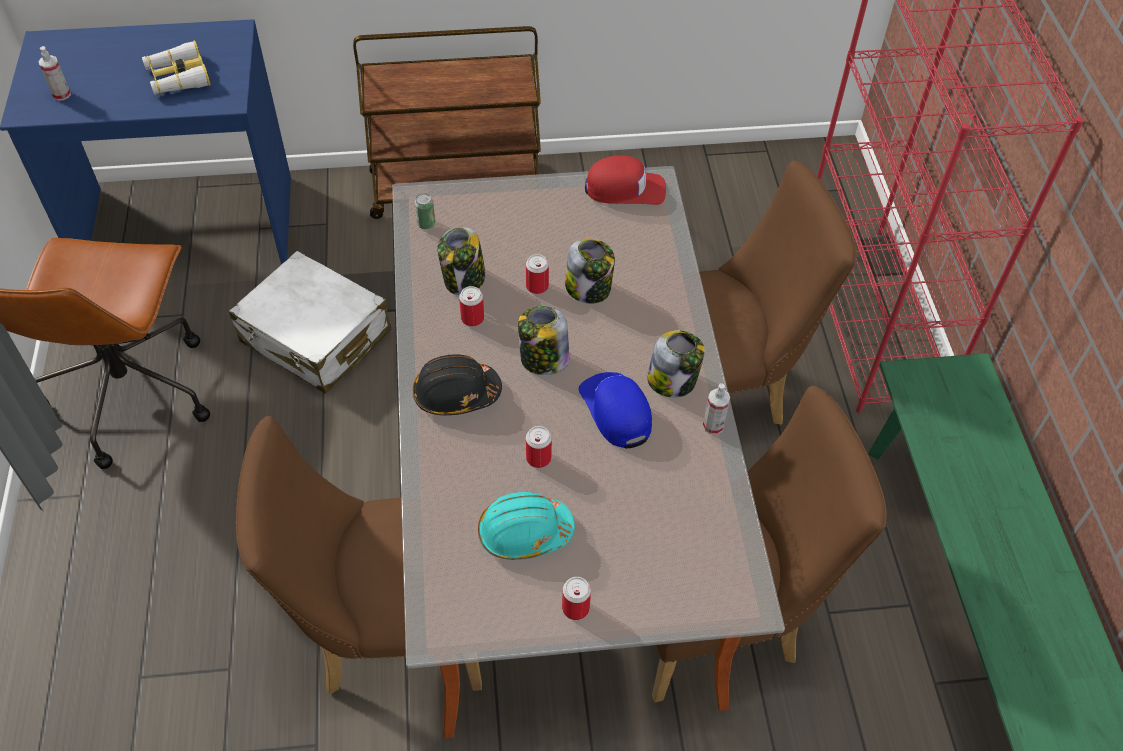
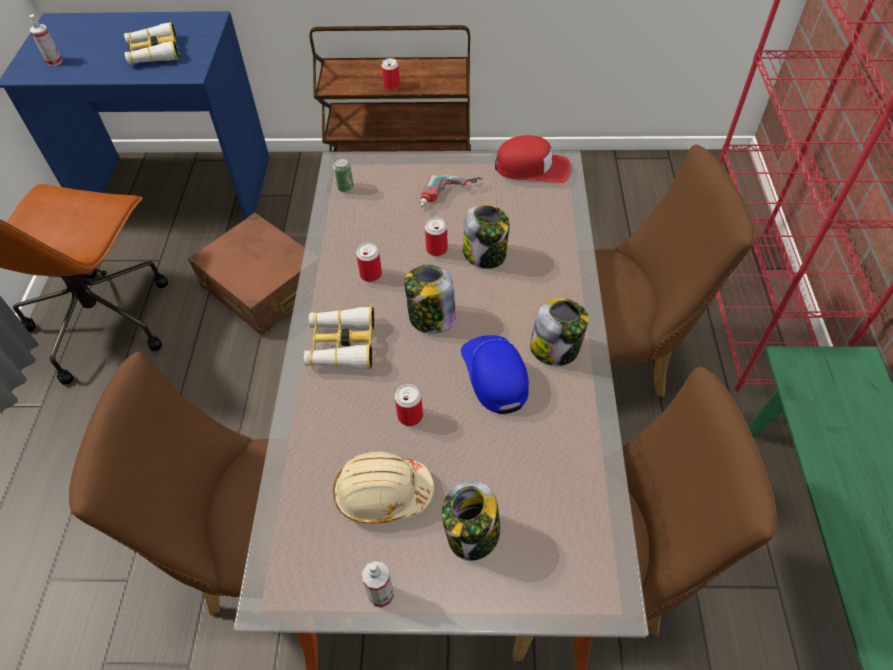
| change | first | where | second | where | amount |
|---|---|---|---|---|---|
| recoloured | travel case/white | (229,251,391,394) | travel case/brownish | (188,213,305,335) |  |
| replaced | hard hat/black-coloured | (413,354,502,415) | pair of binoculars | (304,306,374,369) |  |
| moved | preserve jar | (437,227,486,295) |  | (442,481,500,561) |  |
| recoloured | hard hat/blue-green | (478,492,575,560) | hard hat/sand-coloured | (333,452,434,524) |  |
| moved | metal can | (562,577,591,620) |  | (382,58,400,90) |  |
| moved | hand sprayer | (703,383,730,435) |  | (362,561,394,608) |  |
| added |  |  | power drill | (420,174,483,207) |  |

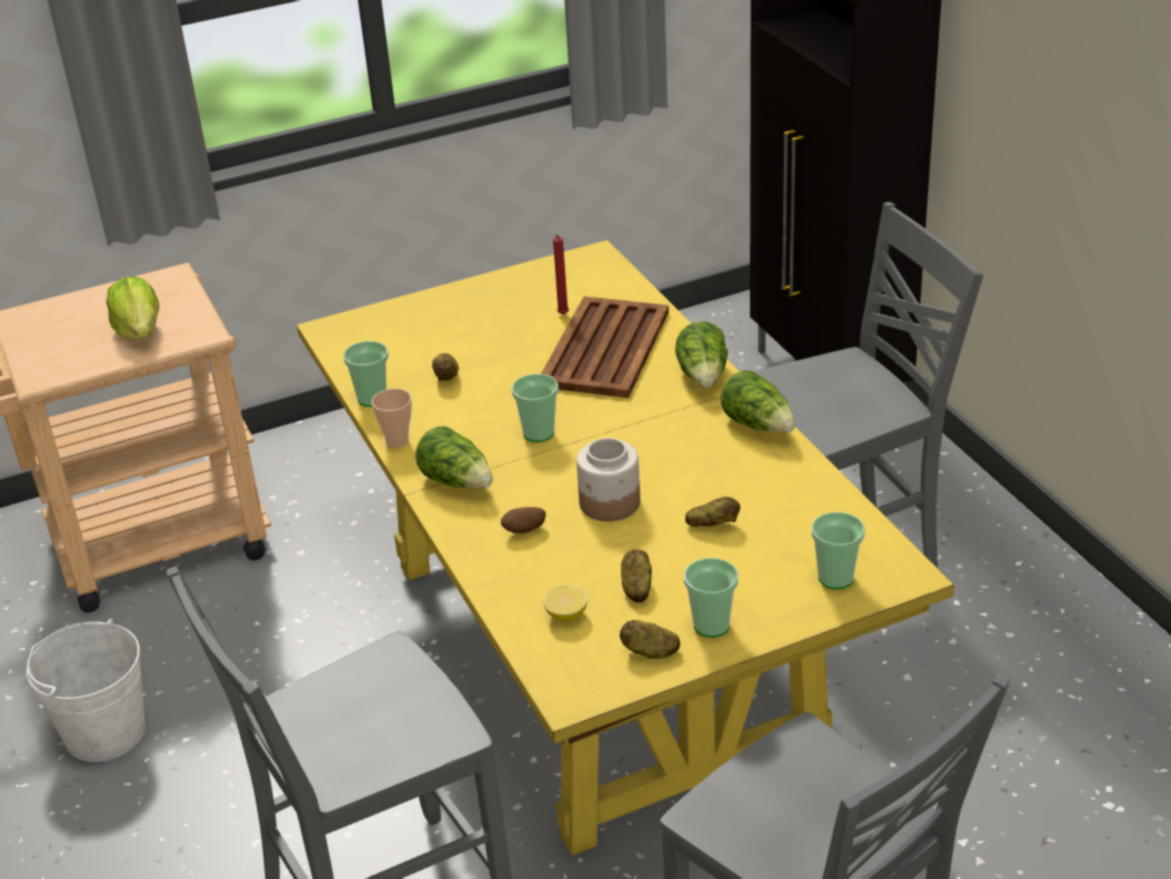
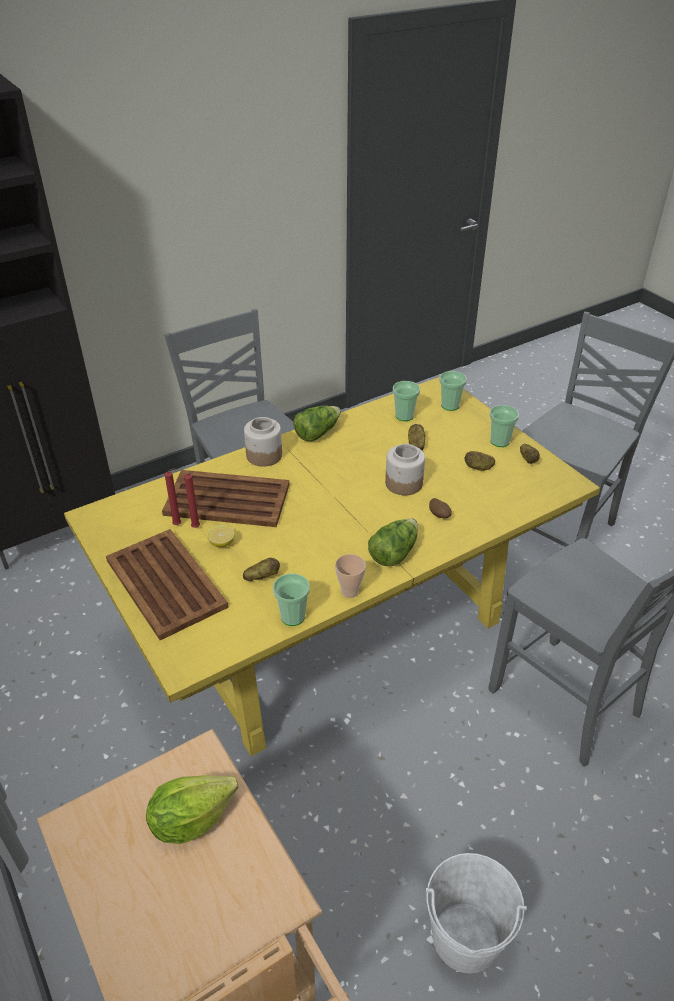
| change | first | where | second | where | amount |
|---|---|---|---|---|---|
| moved | cup | (511,374,559,442) |  | (393,381,420,421) |  |
| moved | lemon | (544,586,587,621) |  | (207,525,235,547) |  |
| replaced | head of lettuce | (675,322,728,387) | preserve jar | (244,417,282,467) |  |
| added |  |  | tray/brownish | (106,529,229,640) |  |
| added |  |  | wax light/reddish | (184,472,200,528) |  |

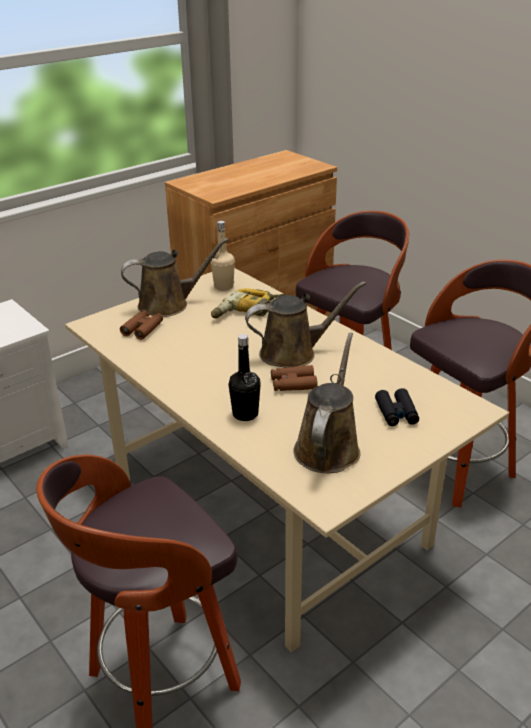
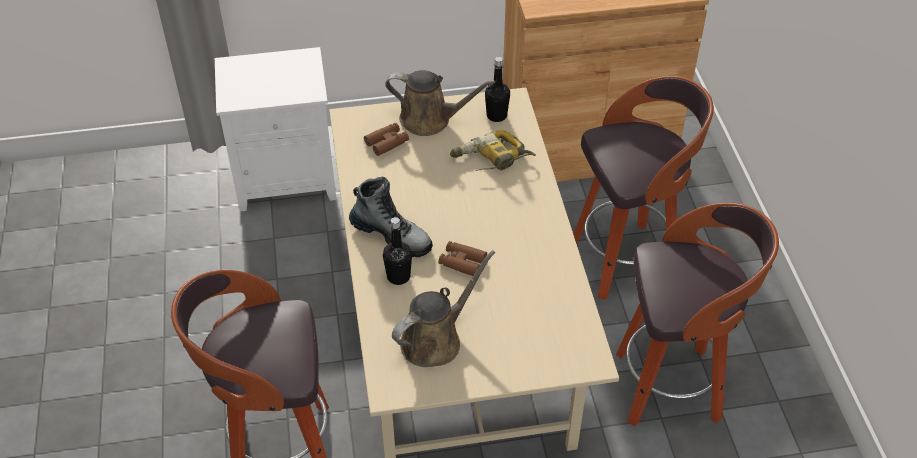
| change | first | where | second | where | amount |
|---|---|---|---|---|---|
| recoloured | drink bottle/sand-coloured | (211,221,235,291) | drink bottle/black-coloured | (485,57,510,122) |  |
| removed | sprinkling can/brownish | (245,281,366,368) |  |  |  |
| removed | pair of binoculars/black-coloured | (375,388,419,426) |  |  |  |
| added |  |  | high-top boot | (349,177,433,258) |  |

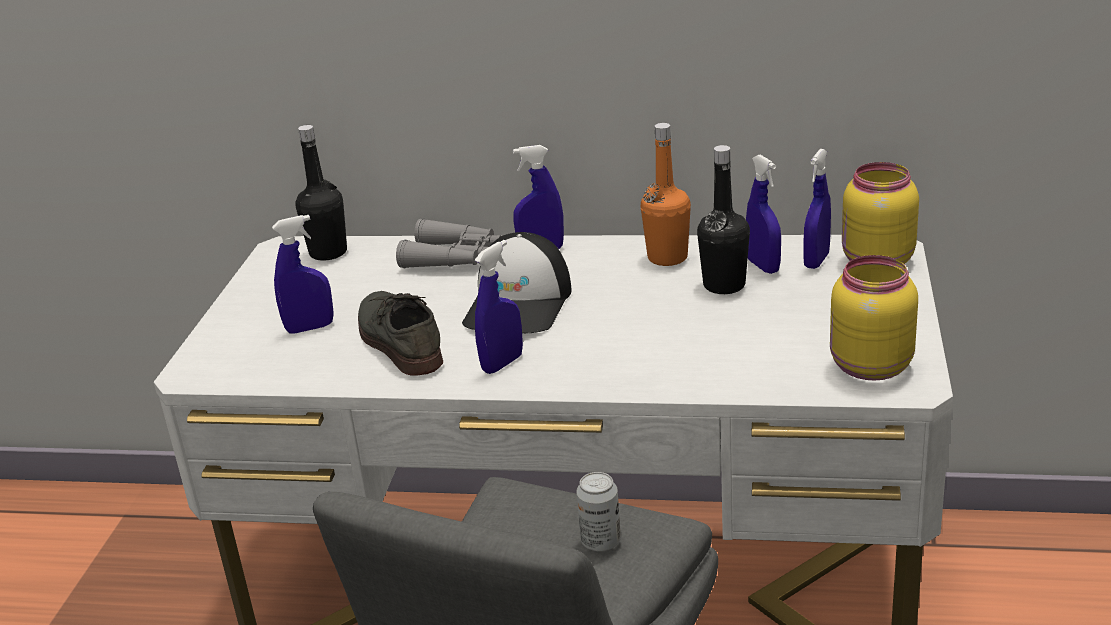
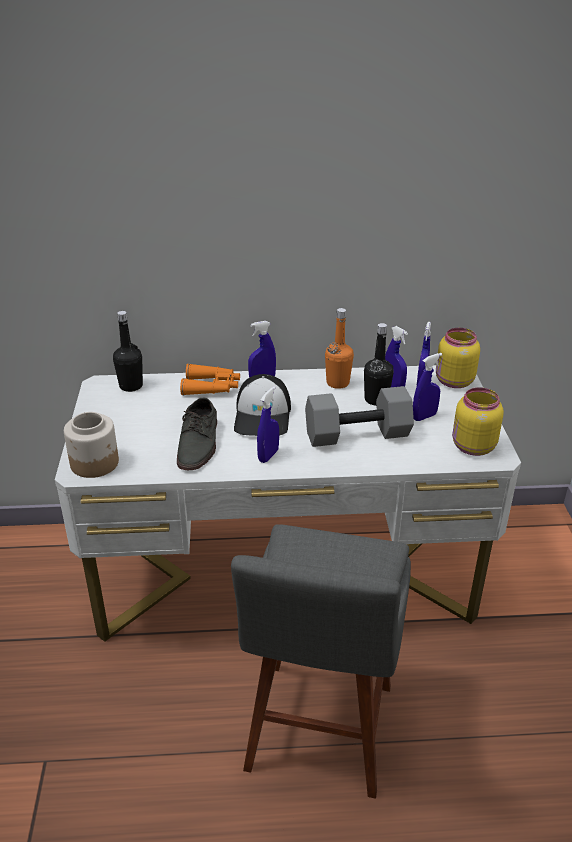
| change | first | where | second | where | amount |
|---|---|---|---|---|---|
| moved | hand sprayer/bluish | (272,215,334,334) |  | (413,353,442,421) |  |
| turned | low shoe/grey | (358,291,443,376) |  | (177,398,217,470) | 135 degrees counterclockwise |
| recoloured | pair of binoculars/grey | (396,218,501,268) | pair of binoculars/orange | (180,363,240,395) |  |
| removed | metal can | (576,472,621,552) |  |  |  |
| added |  |  | preserve jar | (64,412,119,478) |  |
| added |  |  | free weight/grey | (305,386,414,447) |  |

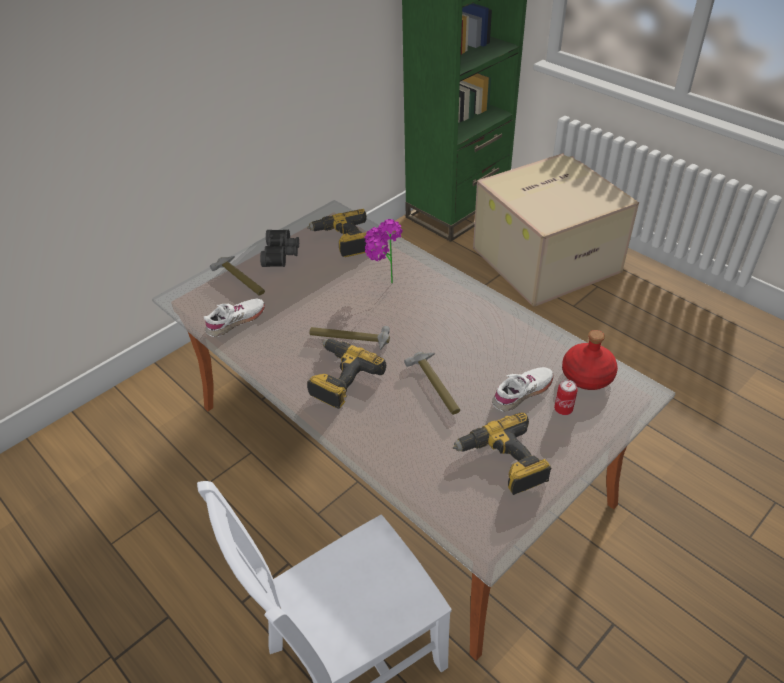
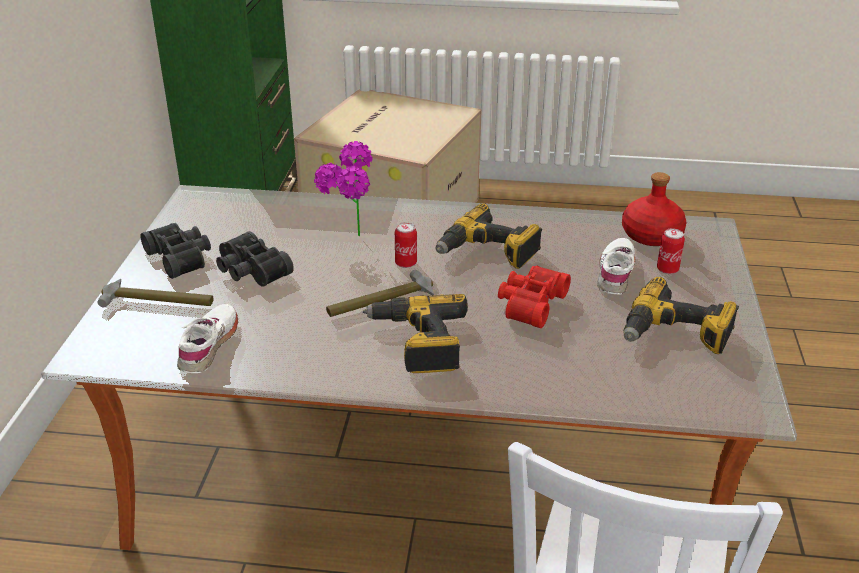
| change | first | where | second | where | amount |
|---|---|---|---|---|---|
| moved | power drill | (307,209,367,257) |  | (436,203,542,269) |  |
| replaced | tool hammer | (404,352,460,415) | pair of binoculars/reddish | (498,266,571,328) |  |
| added |  |  | pair of binoculars/black-coloured | (216,231,294,287) |  |
| added |  |  | metal can | (395,222,417,268) |  |

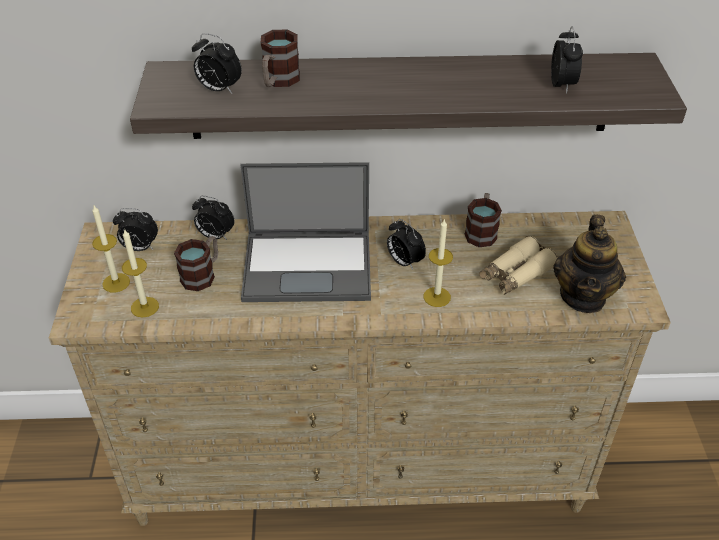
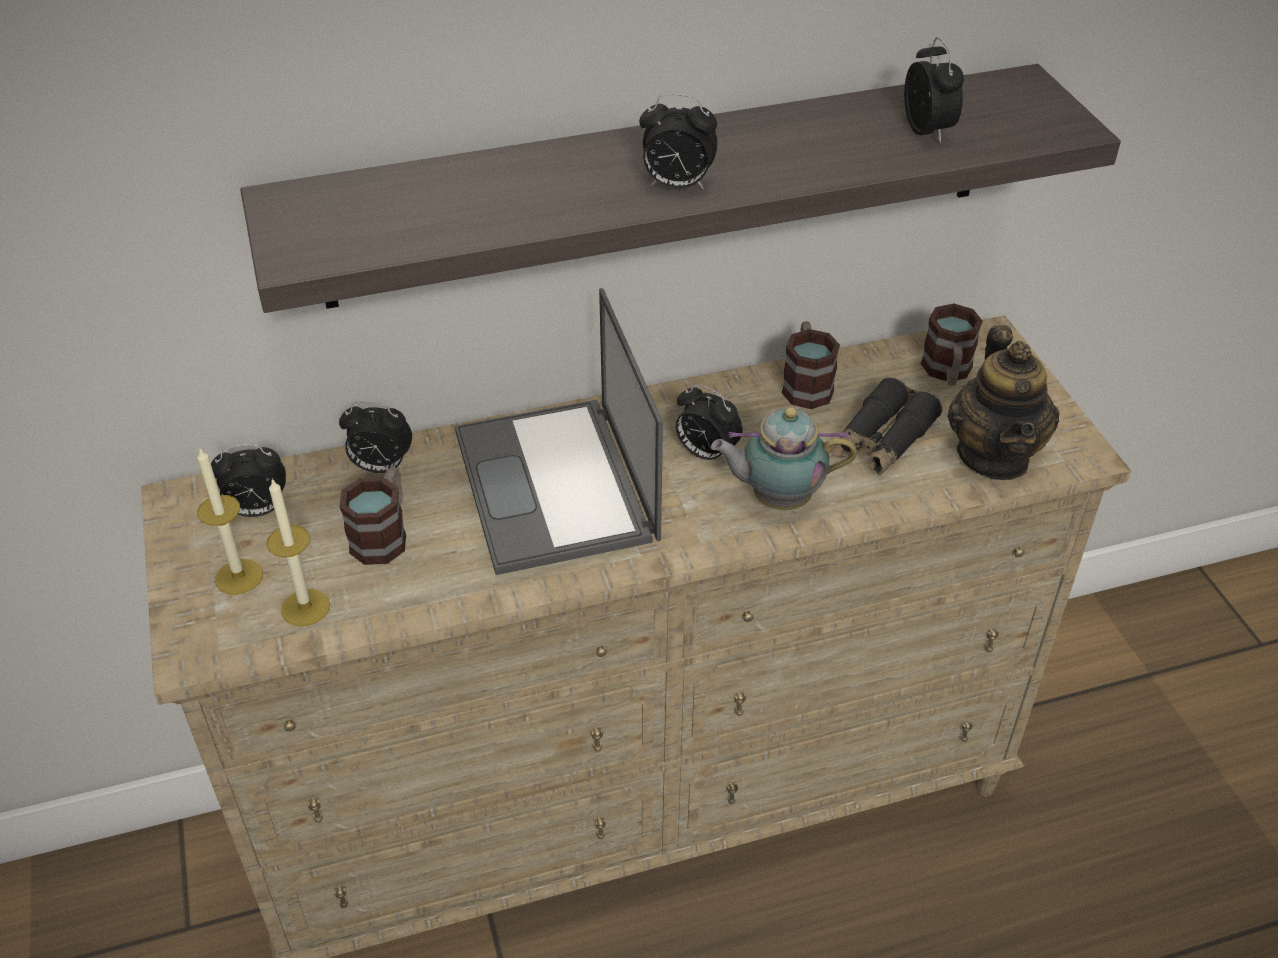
| change | first | where | second | where | amount |
|---|---|---|---|---|---|
| moved | bedside clock | (192,33,242,94) |  | (639,94,718,189) |  |
| turned | portable computer | (241,162,371,302) |  | (455,288,663,575) | 90 degrees clockwise |
| moved | mug | (261,30,300,87) |  | (921,304,983,386) |  |
| replaced | wax light | (424,218,453,307) | teapot | (711,407,857,510) |  |
| recoloured | pair of binoculars/sand-coloured | (479,236,558,295) | pair of binoculars/black-coloured | (832,377,943,476) |  |

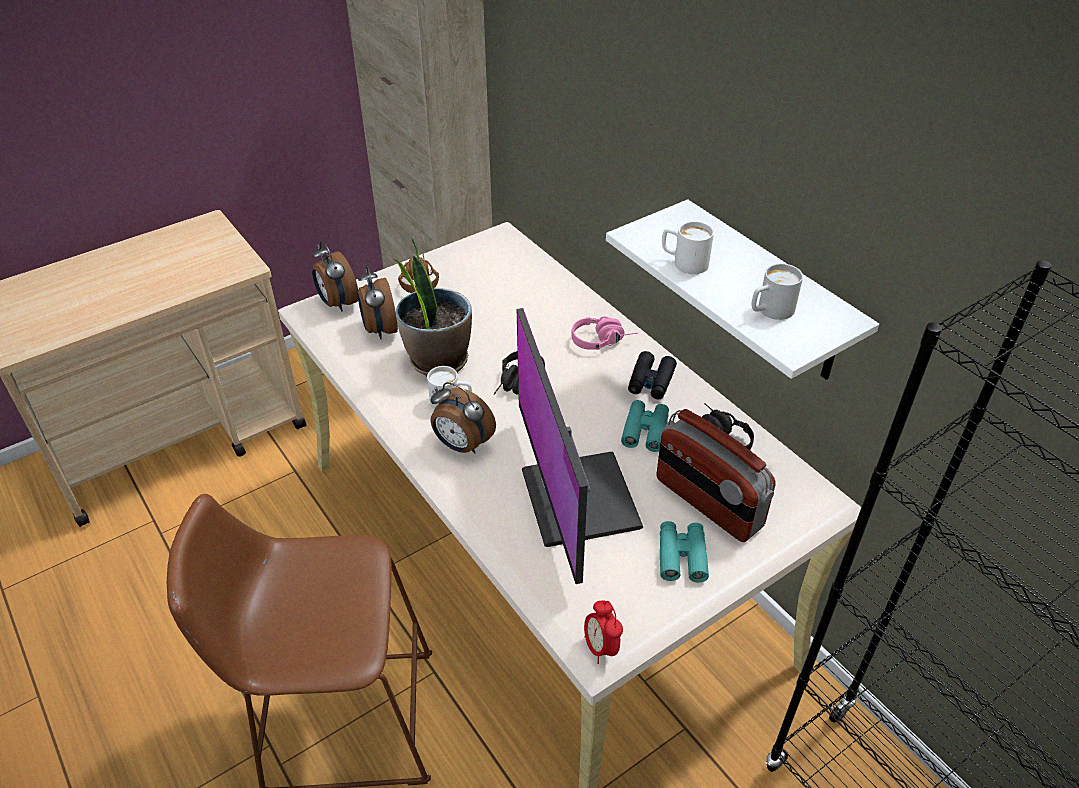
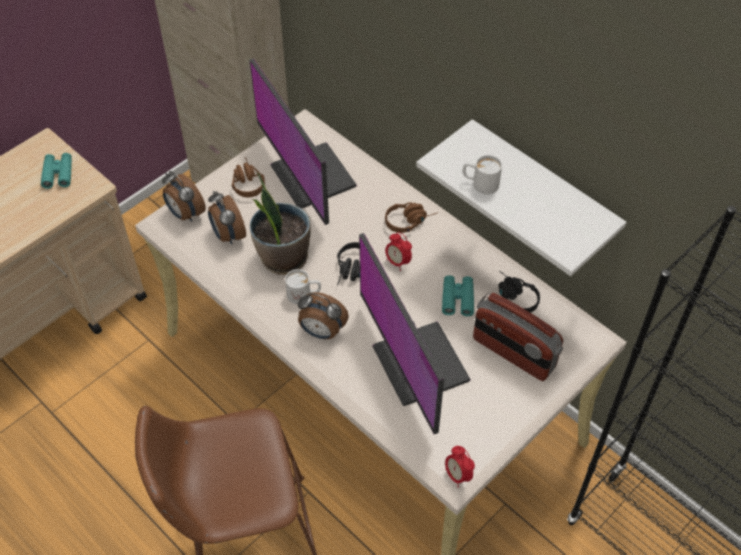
| change | first | where | second | where | amount |
|---|---|---|---|---|---|
| recoloured | headphones/pinkish | (571,316,638,350) | headphones/brownish | (385,202,438,233) |  |
| removed | pair of binoculars/black-coloured | (628,351,677,399) |  |  |  |
| moved | pair of binoculars/blue-green | (660,521,709,582) |  | (41,153,72,189) |  |
| removed | mug/white | (751,263,803,320) |  |  |  |
| added |  |  | computer display | (250,58,357,225) |  |
| added |  |  | bedside clock | (385,232,412,271) |  |

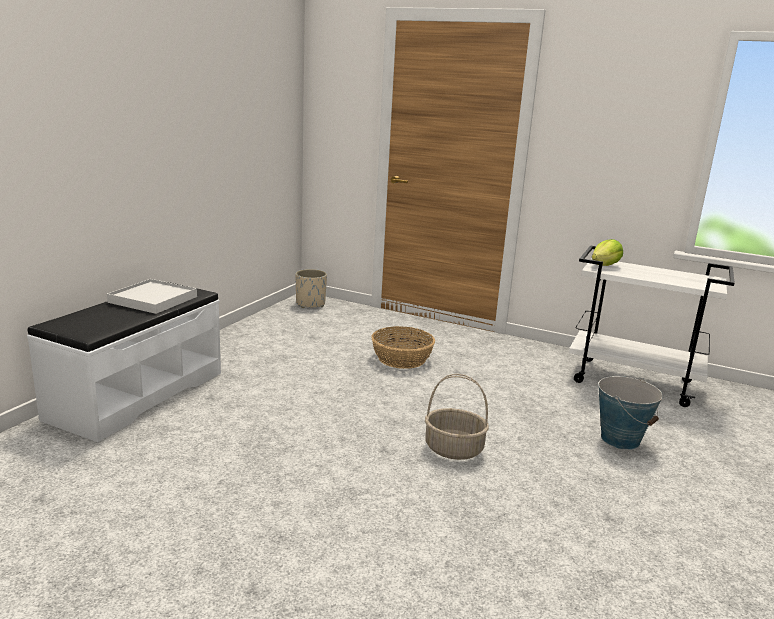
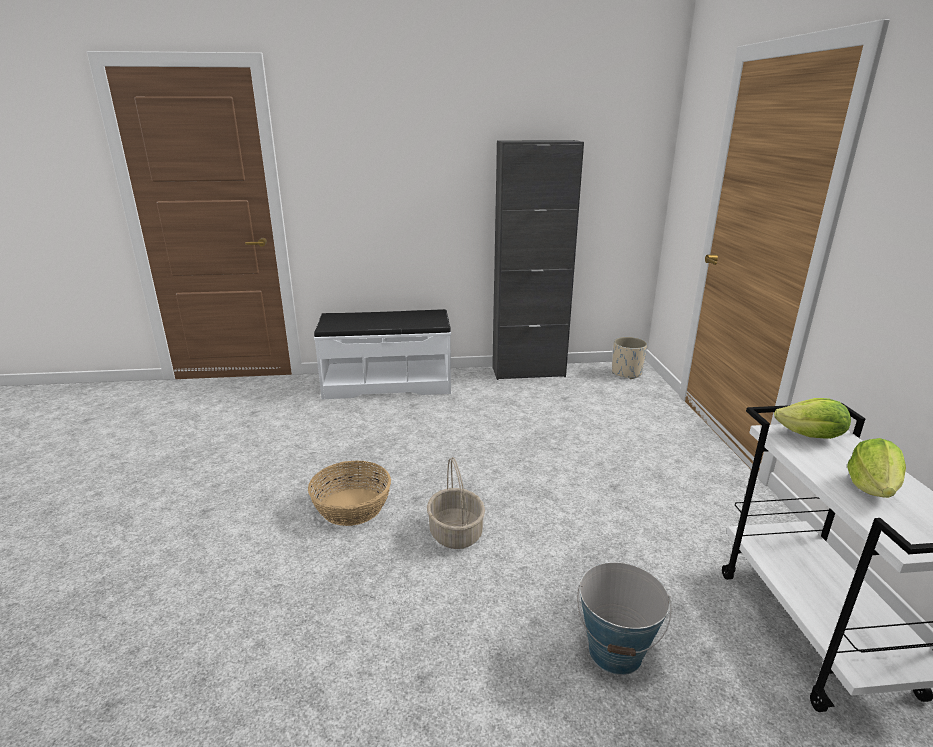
| change | first | where | second | where | amount |
|---|---|---|---|---|---|
| removed | tray/white | (107,279,197,314) |  |  |  |
| moved | basket | (371,326,435,369) |  | (308,461,391,526) |  |
| added |  |  | cupboard/black-coloured | (492,140,584,380) |  |
| added |  |  | head of lettuce | (847,438,906,498) |  |

